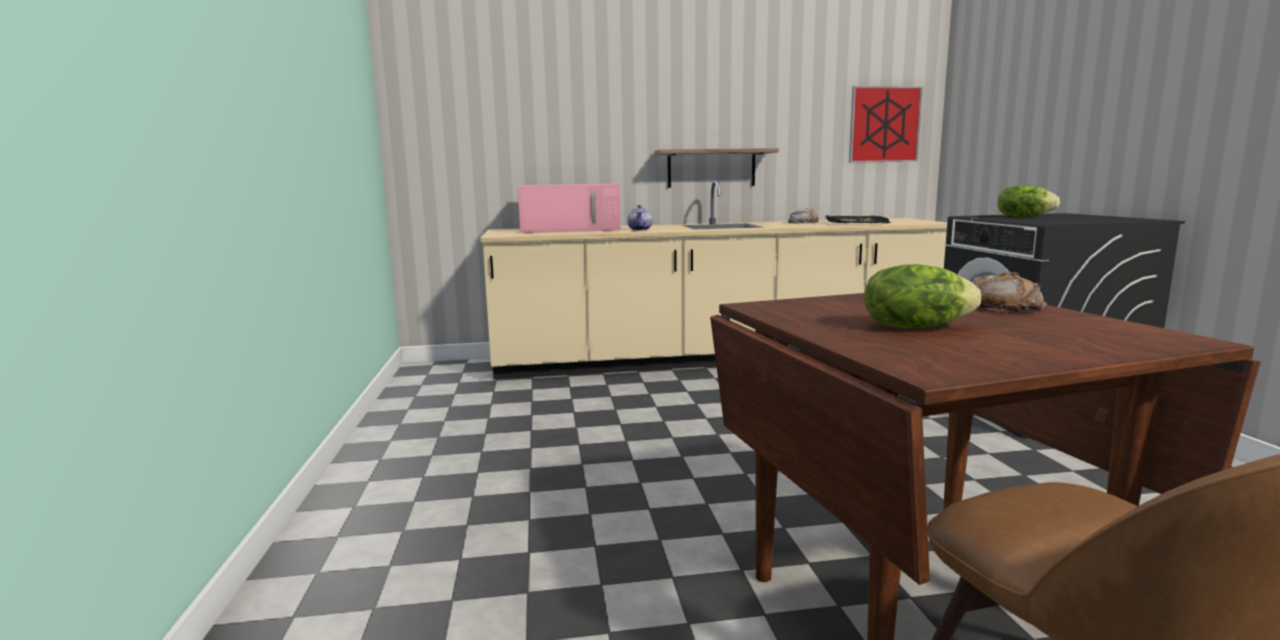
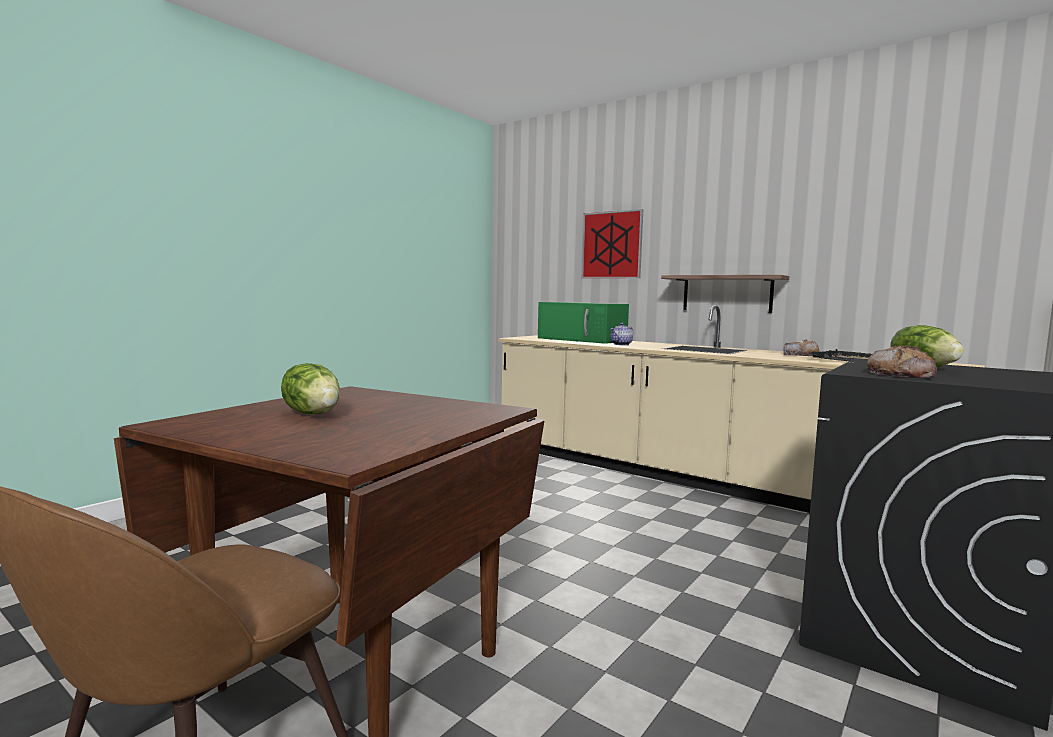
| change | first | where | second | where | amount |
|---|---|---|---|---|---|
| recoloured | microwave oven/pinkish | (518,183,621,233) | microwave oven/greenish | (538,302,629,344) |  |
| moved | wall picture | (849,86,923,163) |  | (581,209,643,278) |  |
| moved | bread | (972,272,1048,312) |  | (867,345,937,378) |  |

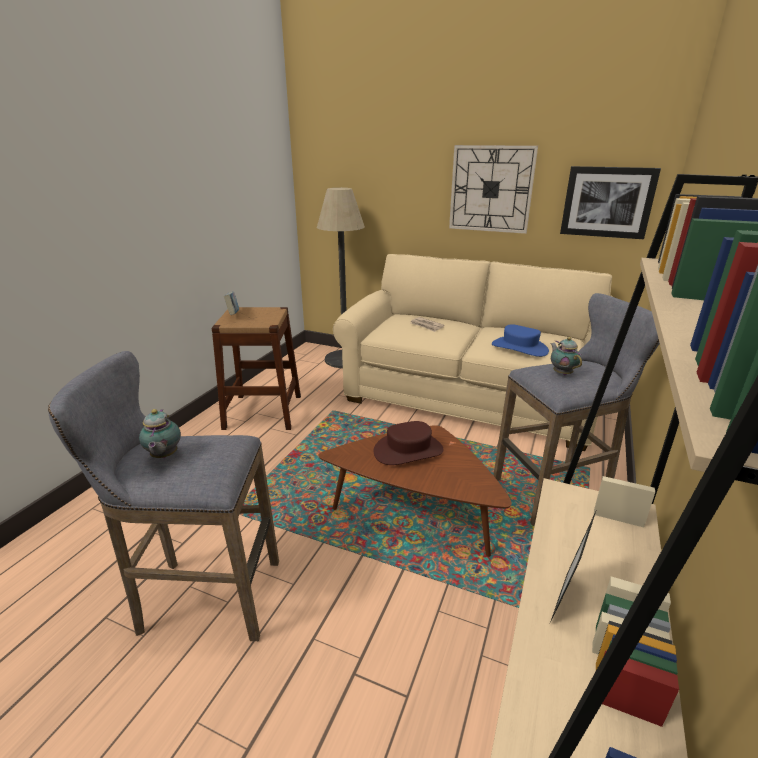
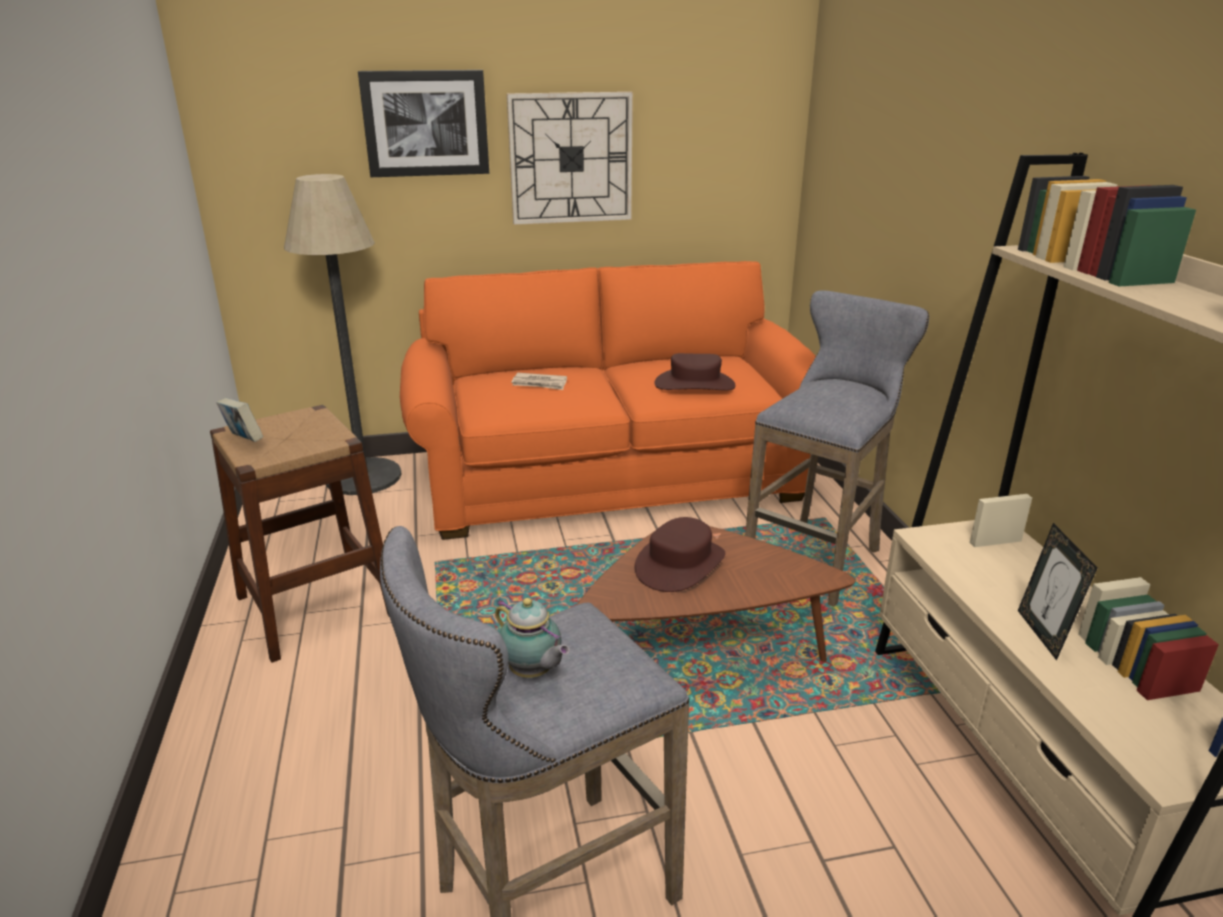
| change | first | where | second | where | amount |
|---|---|---|---|---|---|
| recoloured | sofa/sand-coloured | (333,254,613,451) | sofa/orange | (400,261,816,540) |  |
| recoloured | clothing hat/bluish | (492,324,549,357) | clothing hat/brownish | (654,353,736,391) |  |
| removed | teapot | (550,337,582,375) |  |  |  |
| moved | wall picture | (560,166,661,239) |  | (358,70,489,177) |  |

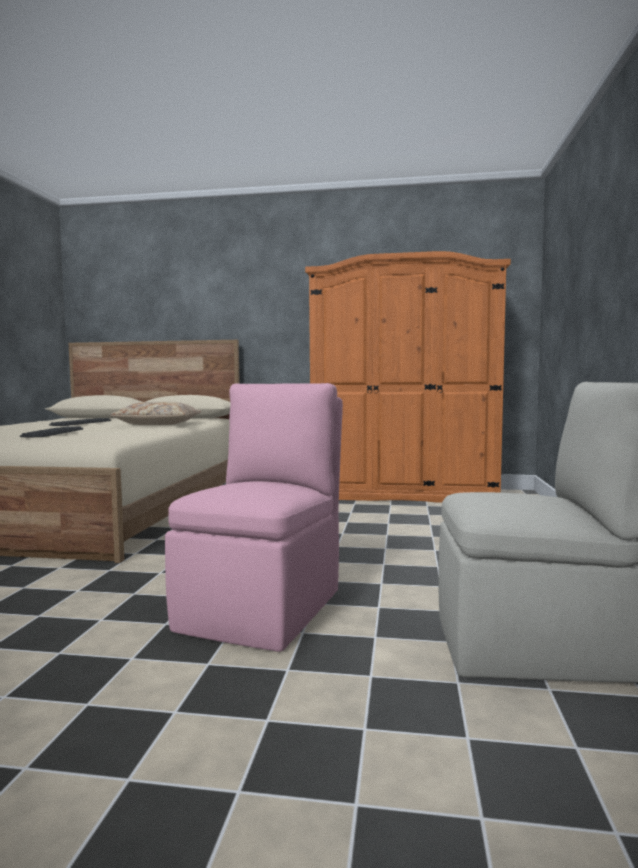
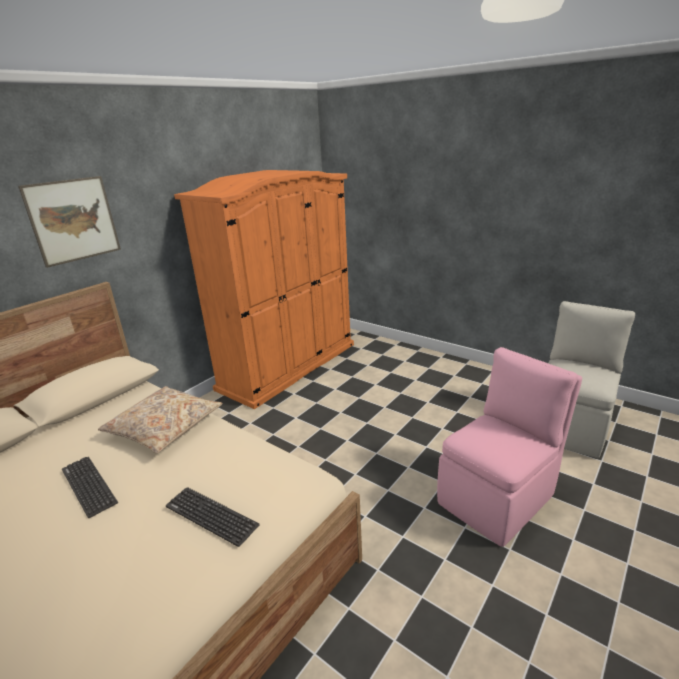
| change | first | where | second | where | amount |
|---|---|---|---|---|---|
| turned | upright chair/pinkish | (165,383,343,652) |  | (437,347,582,547) | 90 degrees clockwise |
| added |  |  | wall picture | (18,176,121,268) |  |

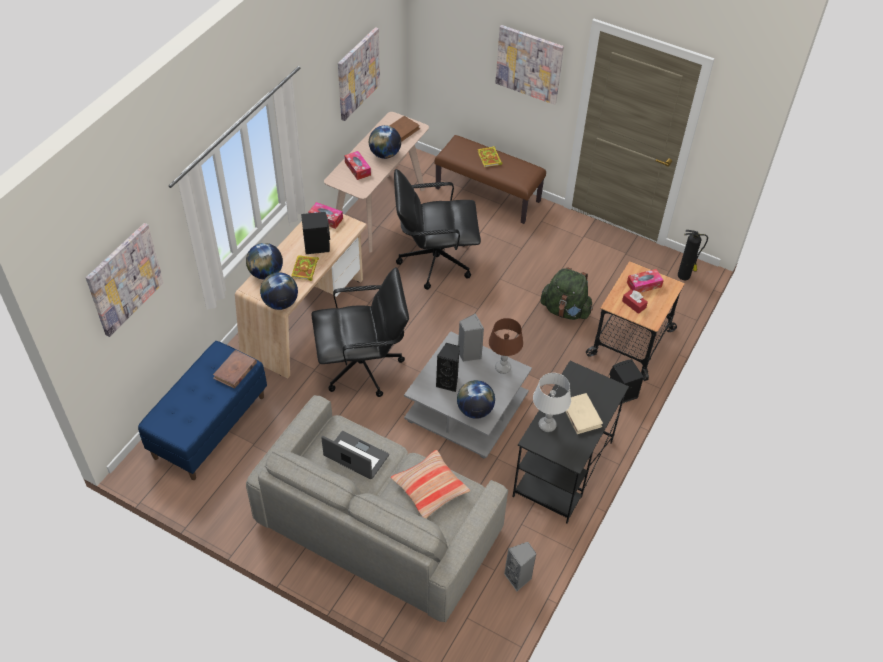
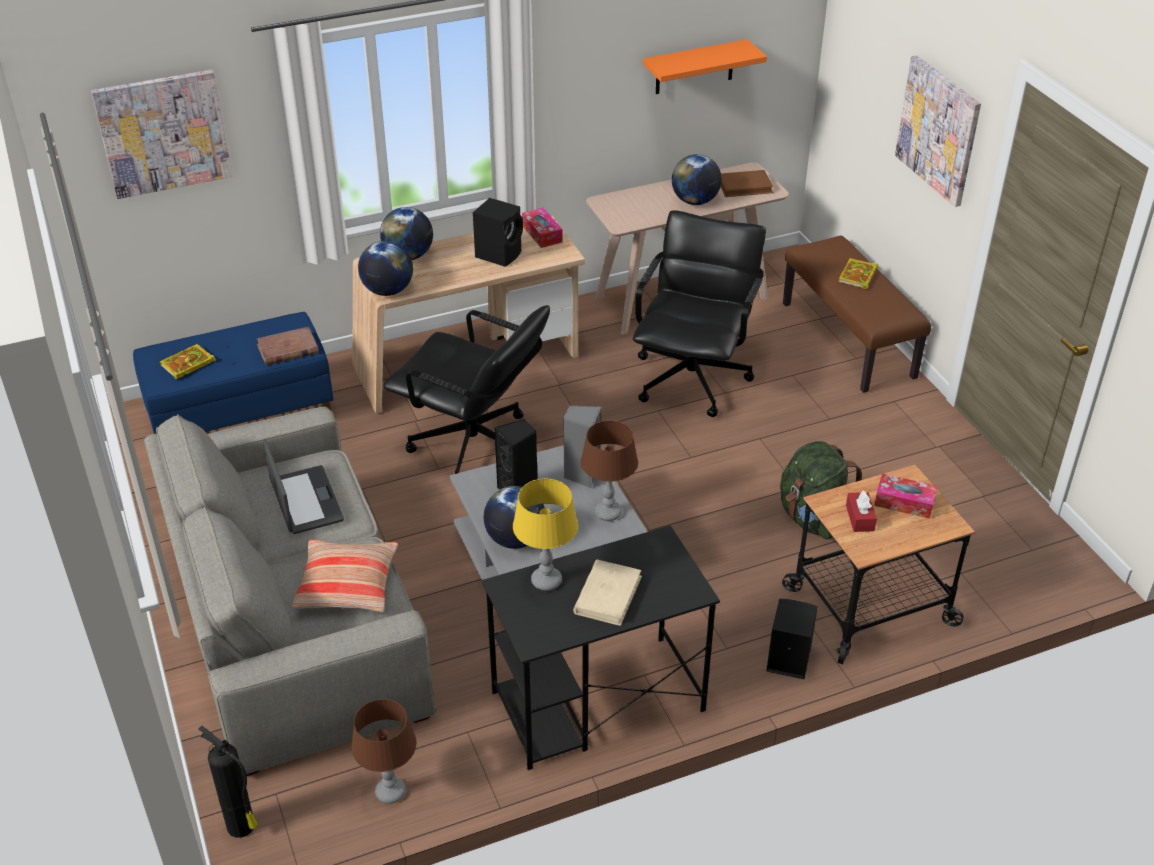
| change | first | where | second | where | amount |
|---|---|---|---|---|---|
| moved | volume | (291,255,319,281) |  | (160,344,216,379) |  |
| replaced | wall picture | (338,27,380,121) | shelf/orange | (643,39,767,94) |  |
| removed | tissue holder | (344,151,371,180) |  |  |  |
| turned | computer chair/black-coloured | (394,169,481,290) |  | (633,210,766,417) | 75 degrees clockwise |
| replaced | audio speaker/grey | (504,542,537,591) | table lamp/brownish | (351,699,417,804) |  |
| recoloured | table lamp/grey | (533,373,571,432) | table lamp/yellow | (513,478,578,591) |  |
| moved | fire extinguisher | (678,230,708,280) |  | (198,726,258,838) |  |

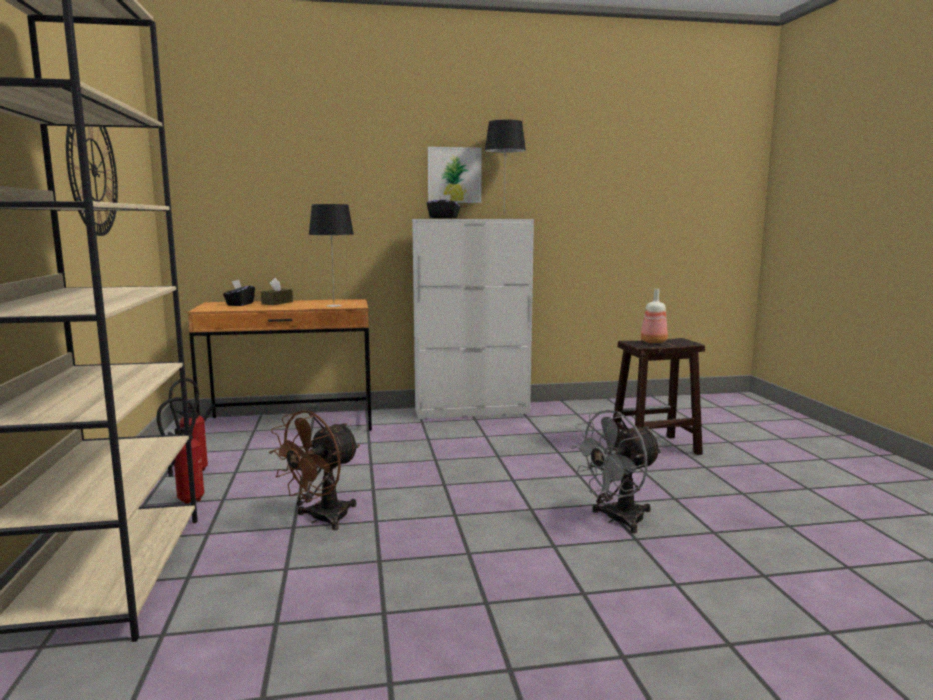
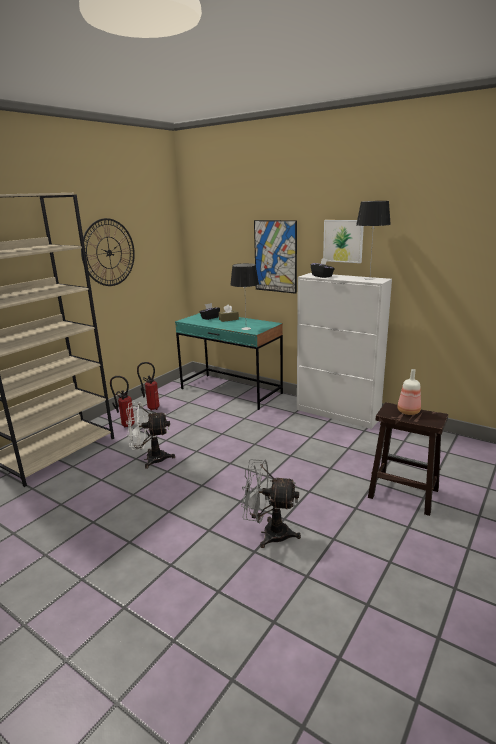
| change | first | where | second | where | amount |
|---|---|---|---|---|---|
| recoloured | desk table/brownish | (188,299,372,431) | desk table/blue-green | (175,313,283,410) |  |
| recoloured | fan/brownish | (269,410,360,530) | fan/white | (126,402,175,469) |  |
| added |  |  | wall picture | (254,220,297,294) |  |

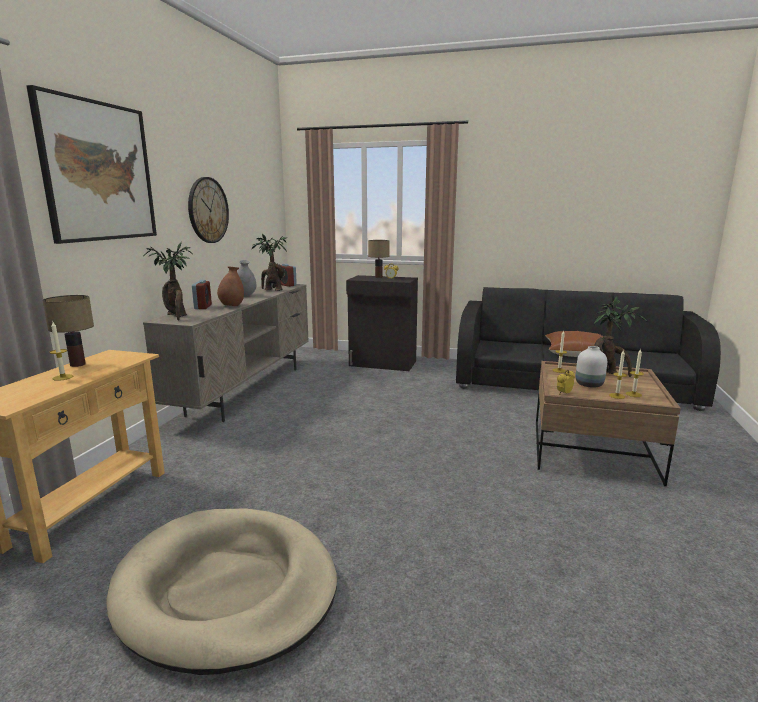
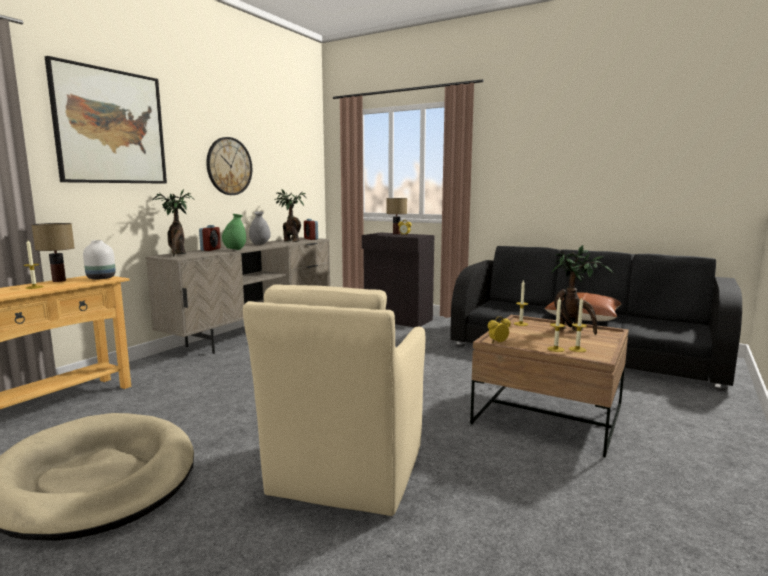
| change | first | where | second | where | amount |
|---|---|---|---|---|---|
| recoloured | decorative vase/brownish | (217,266,244,306) | decorative vase/greenish | (222,214,246,250) |  |
| moved | decorative vase/white | (576,346,607,388) |  | (83,240,116,279) |  |
| added |  |  | easy chair/sand-coloured | (243,285,425,516) |  |

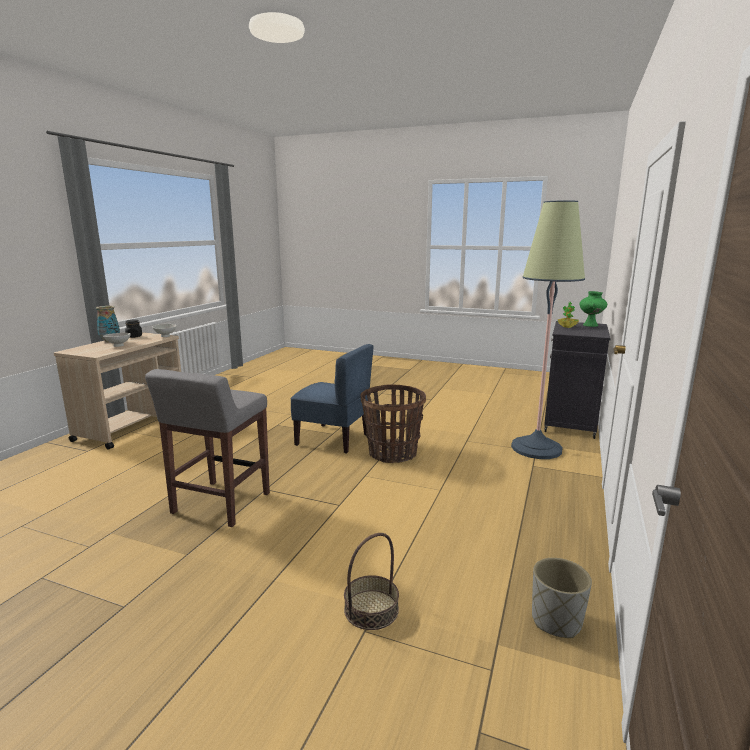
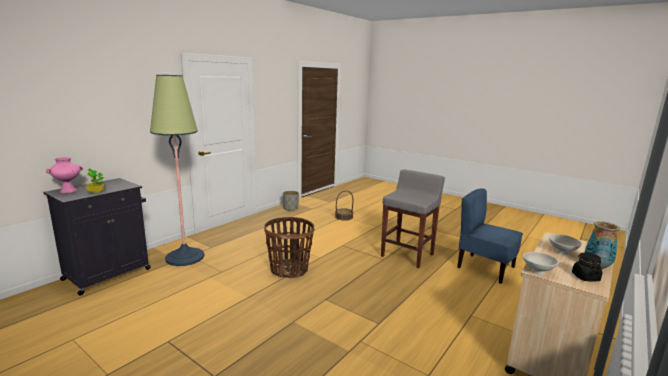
| change | first | where | second | where | amount |
|---|---|---|---|---|---|
| moved | upright chair/bluish | (290,344,374,454) |  | (457,188,523,284) |  |
| recoloured | decorative vase/greenish | (580,291,607,327) | decorative vase/pinkish | (46,157,83,193) |  |

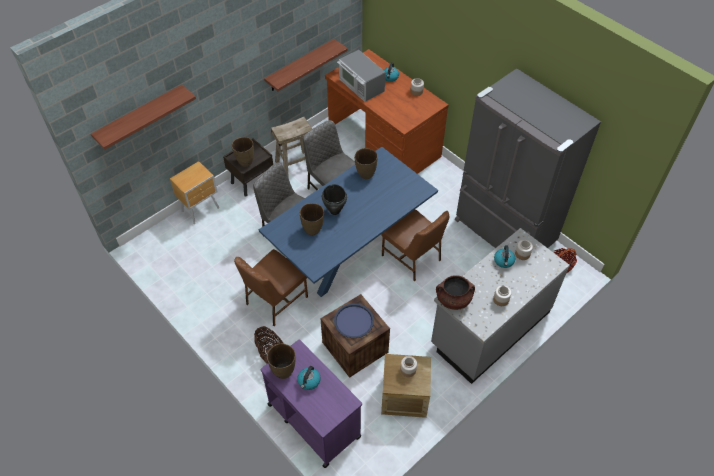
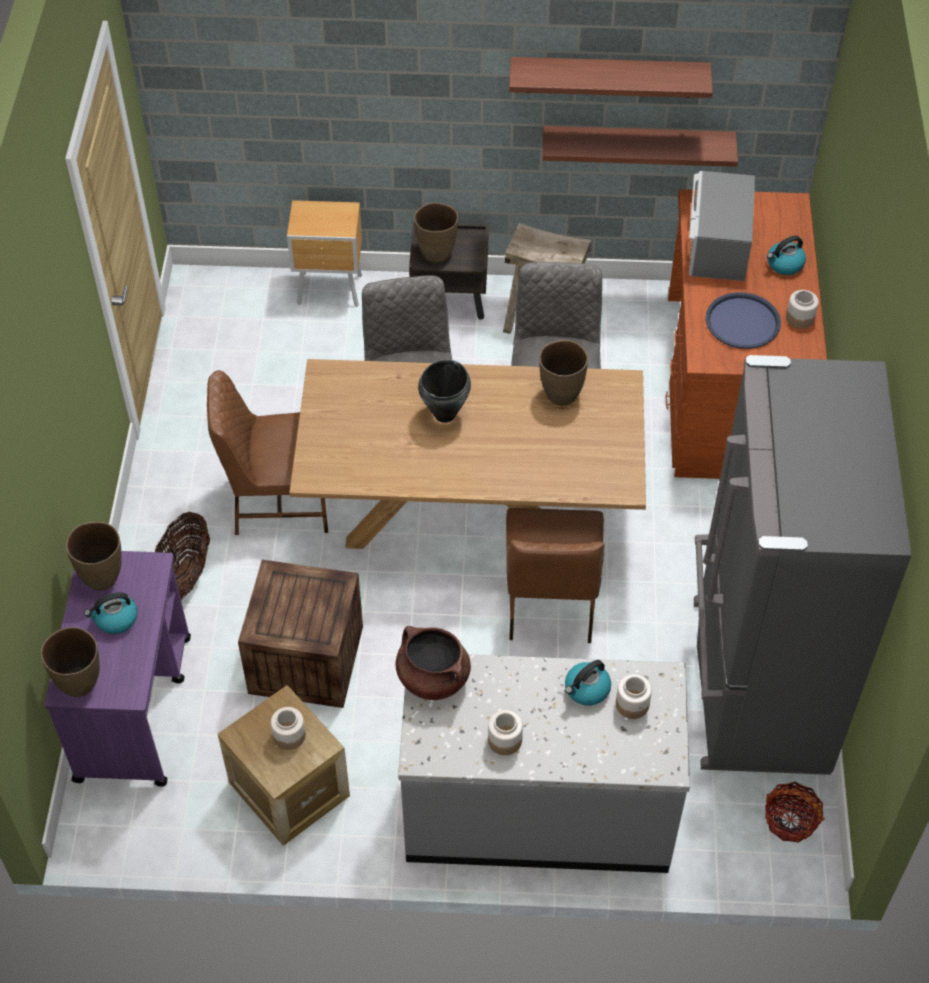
| change | first | where | second | where | amount |
|---|---|---|---|---|---|
| moved | shelf | (91,85,196,150) |  | (509,57,713,98) |  |
| recoloured | dinner table/bluish | (259,147,438,297) | dinner table/brownish | (289,359,646,549) |  |
| moved | decorative vase/brownish | (300,203,324,235) |  | (41,627,100,697) |  |
| moved | tray/bluish | (334,303,374,338) |  | (706,292,781,349) |  |

